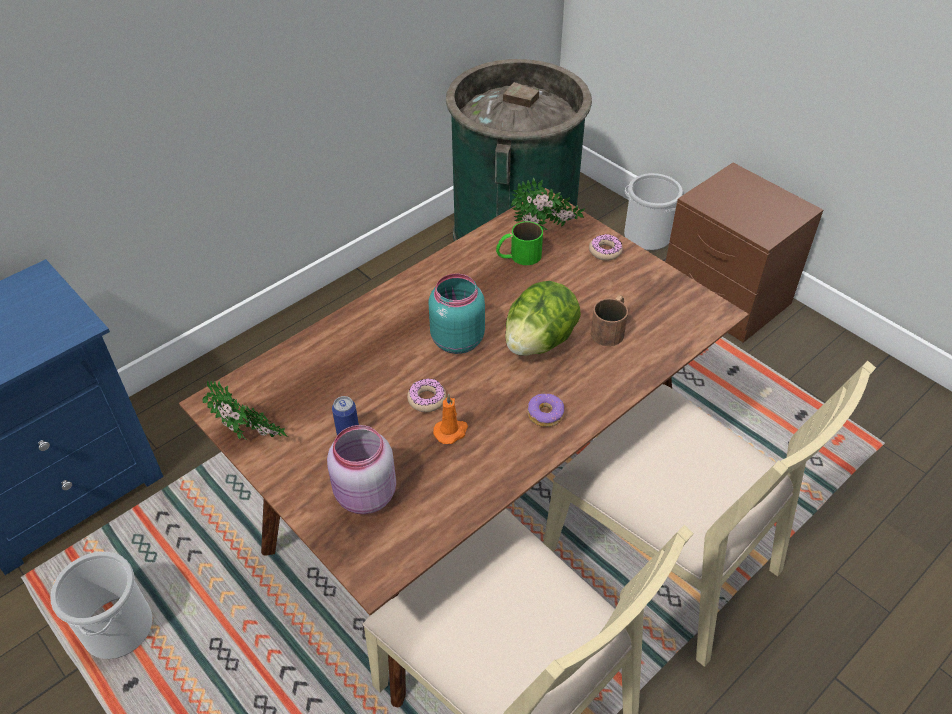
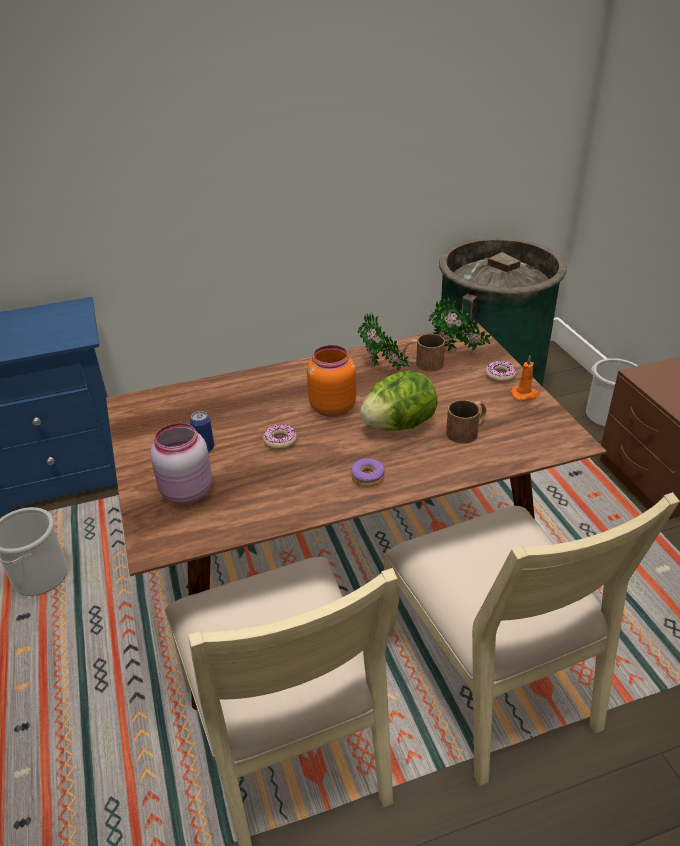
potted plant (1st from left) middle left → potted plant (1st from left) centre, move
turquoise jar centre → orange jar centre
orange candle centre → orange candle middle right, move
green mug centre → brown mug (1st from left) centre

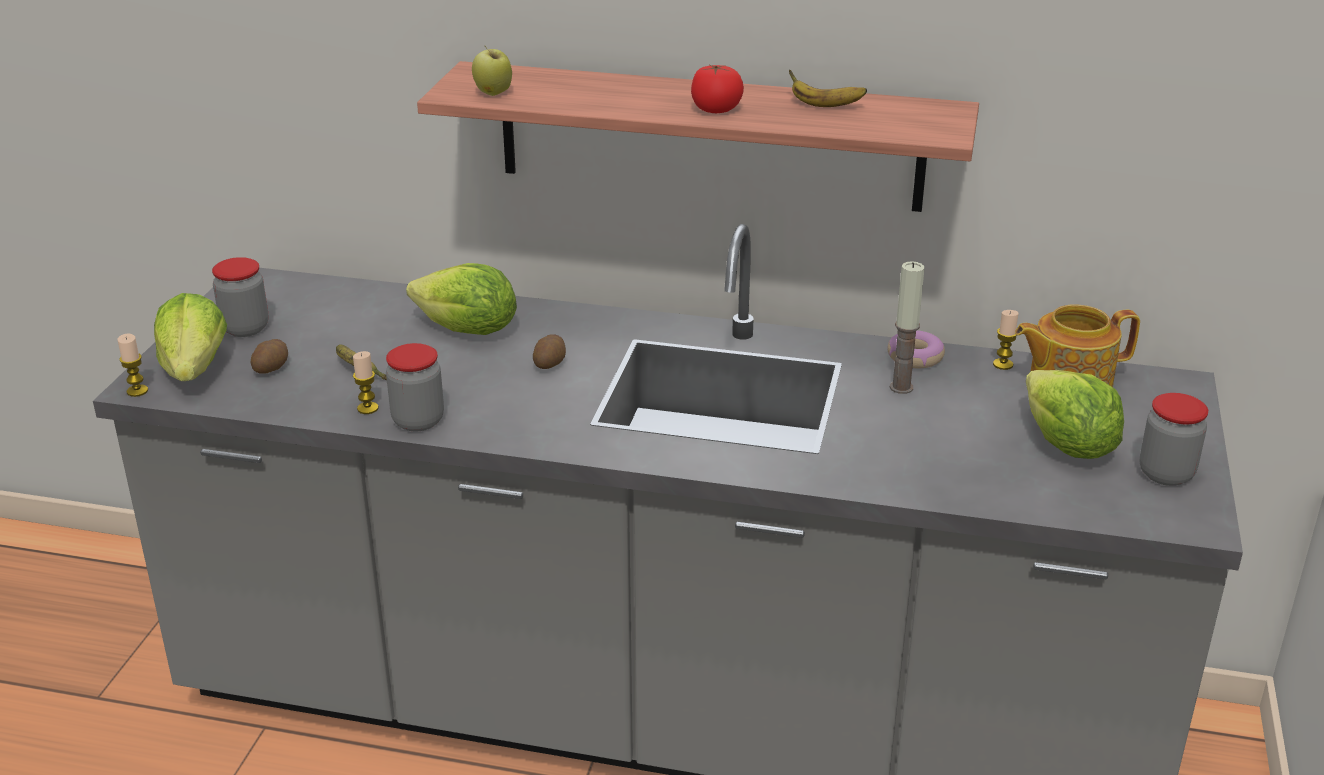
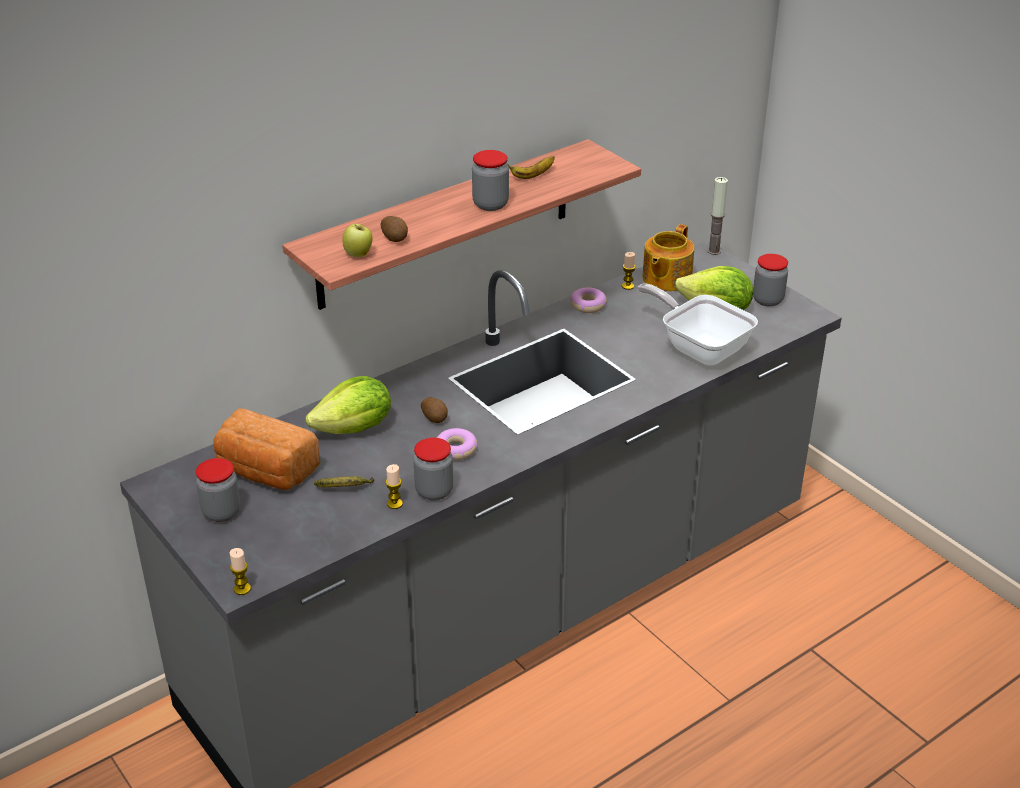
lettuce (1st from left) middle left → -
potato (1st from left) middle left → potato (1st from left) top centre, move
tomato top centre → jar (3rd from left) top centre
candle (3rd from left in the first image) middle right → candle (4th from left) top right, move
- → bread middle left
- → donut (1st from left) centre
- → frying pan middle right

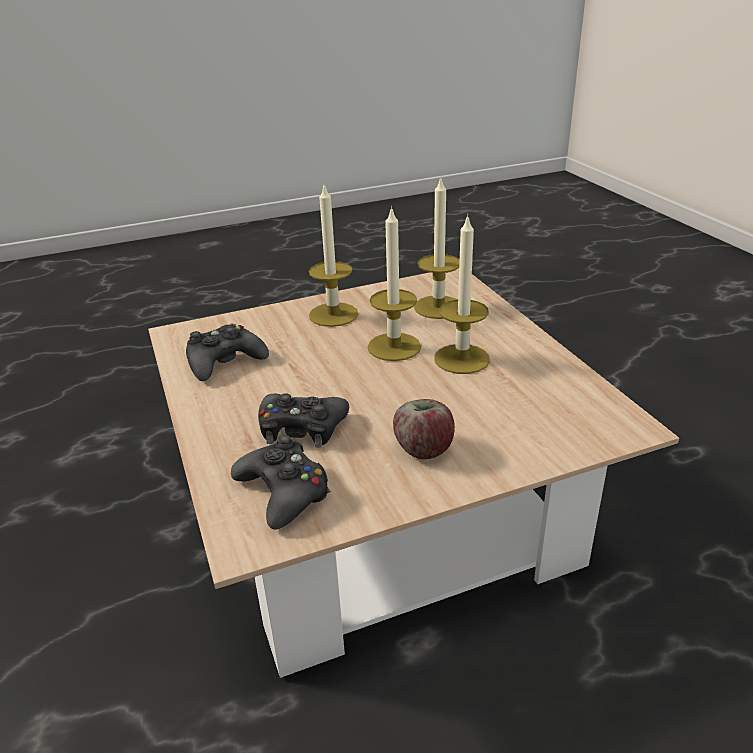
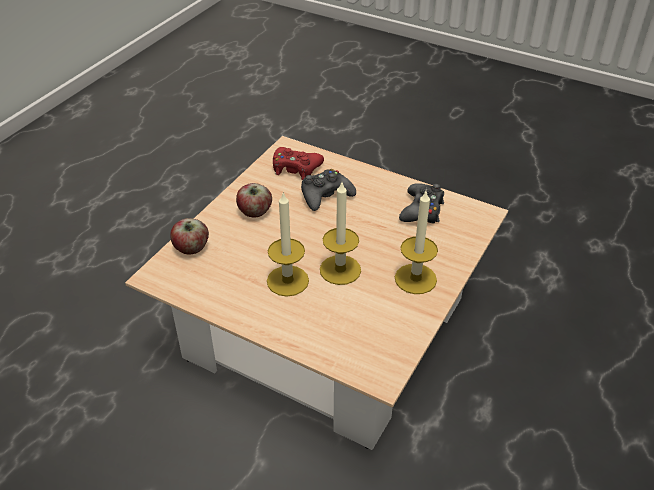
black game controller (2nd from left) centre → red game controller top centre
candle (3rd from left) top centre → -
- → apple (1st from left) middle left

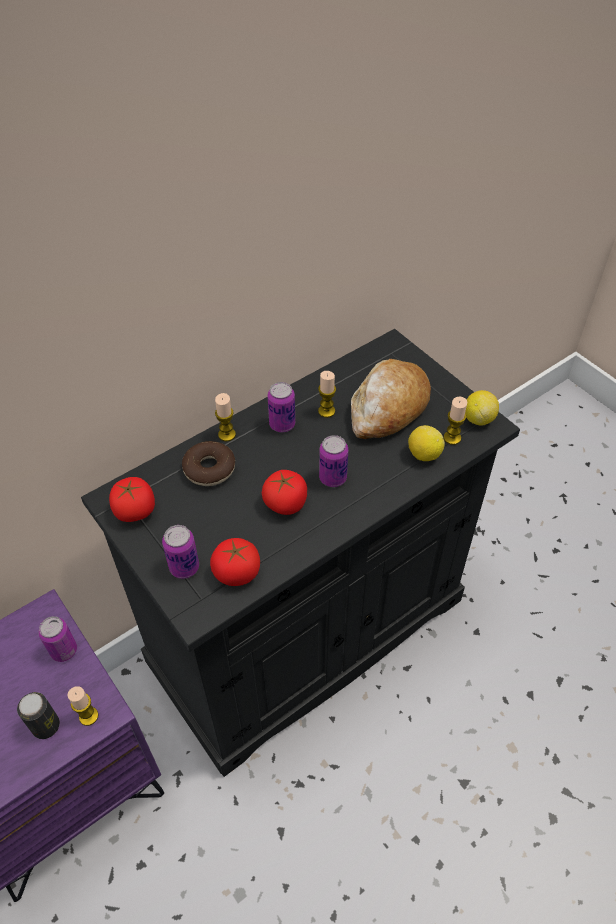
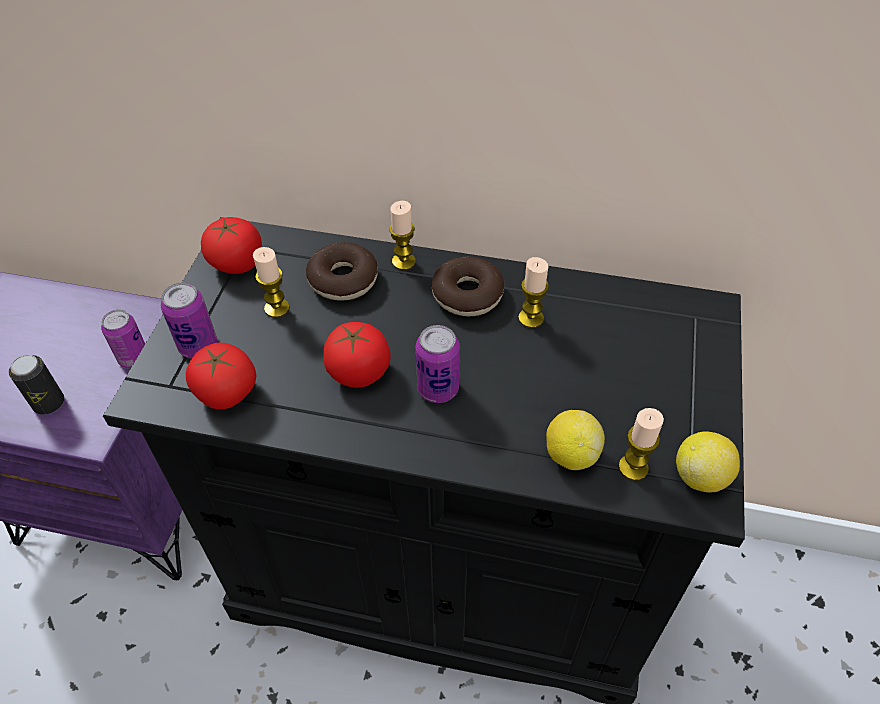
candle (1st from left) bottom left → candle (1st from left) middle left, move
can (4th from left) centre → donut (2nd from left) centre
bread centre → -

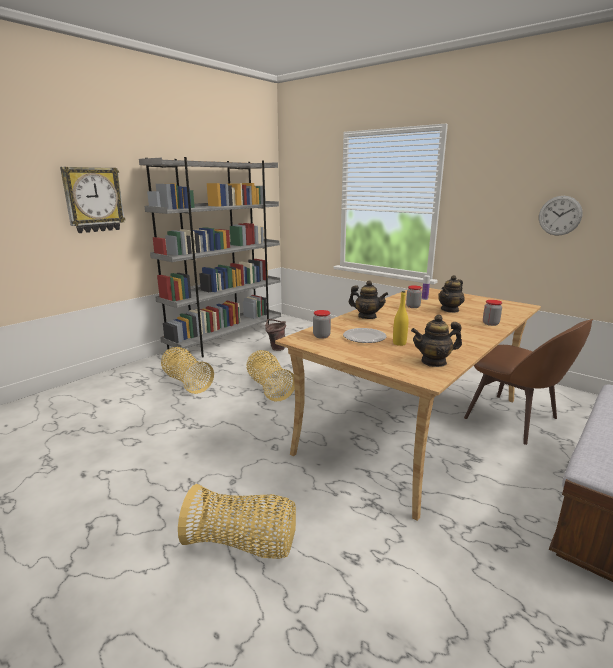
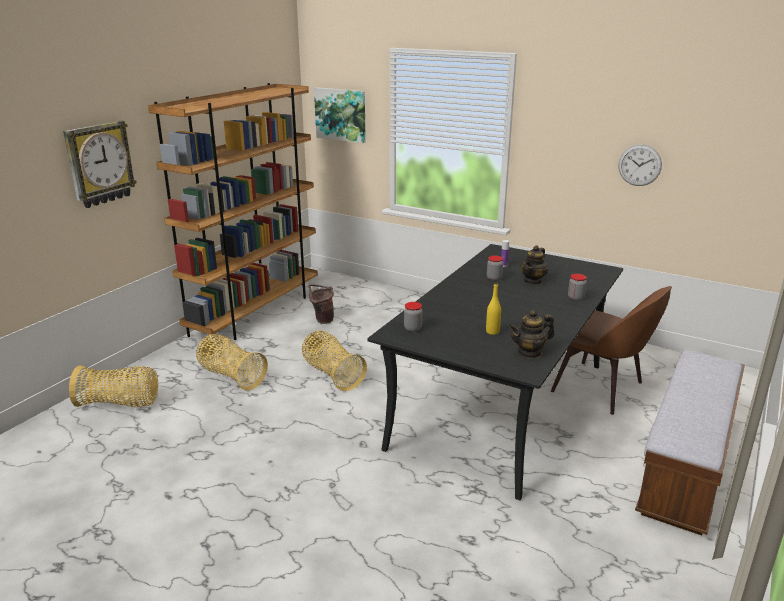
grey bookcase centre → brown bookcase middle left
basket (2nd from left in the first image) bottom centre → basket (1st from left) middle left, move
beige dining table centre → black dining table centre
plate centre → -
teapot (1st from left) centre → -
- → picture top centre

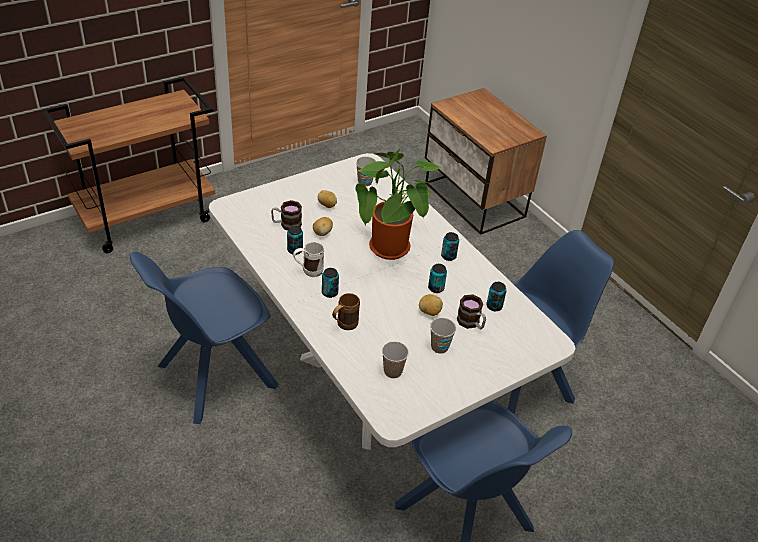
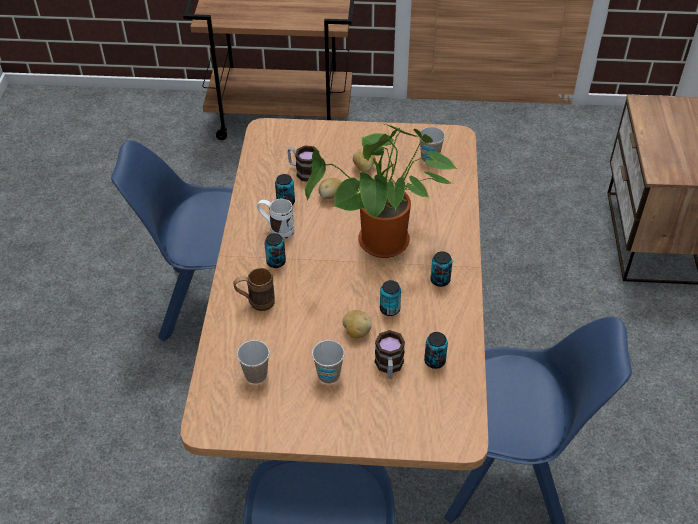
white dining table centre → brown dining table centre

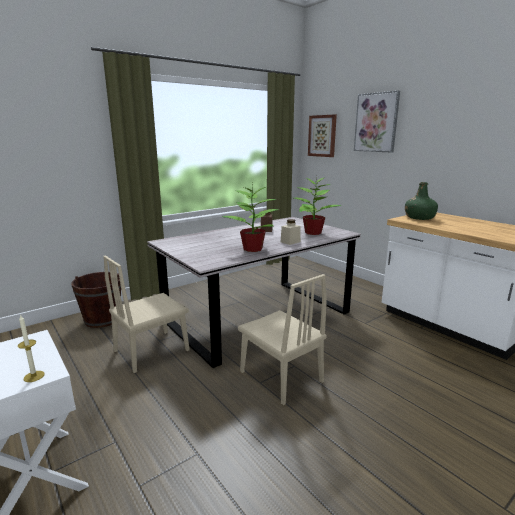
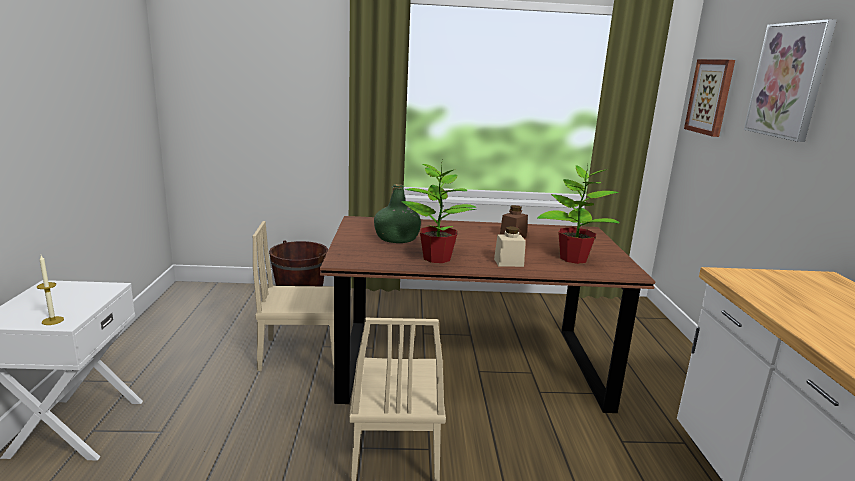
grey dining table centre → brown dining table centre
green bottle middle right → green bottle centre, move

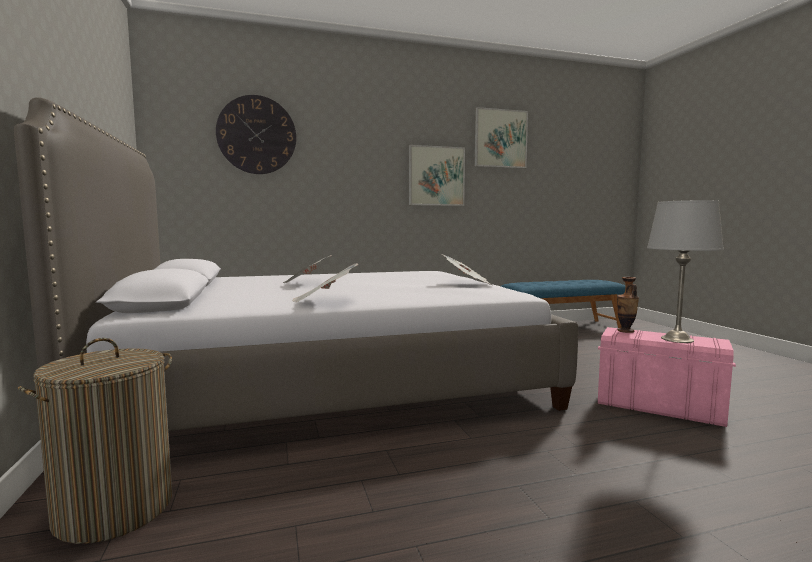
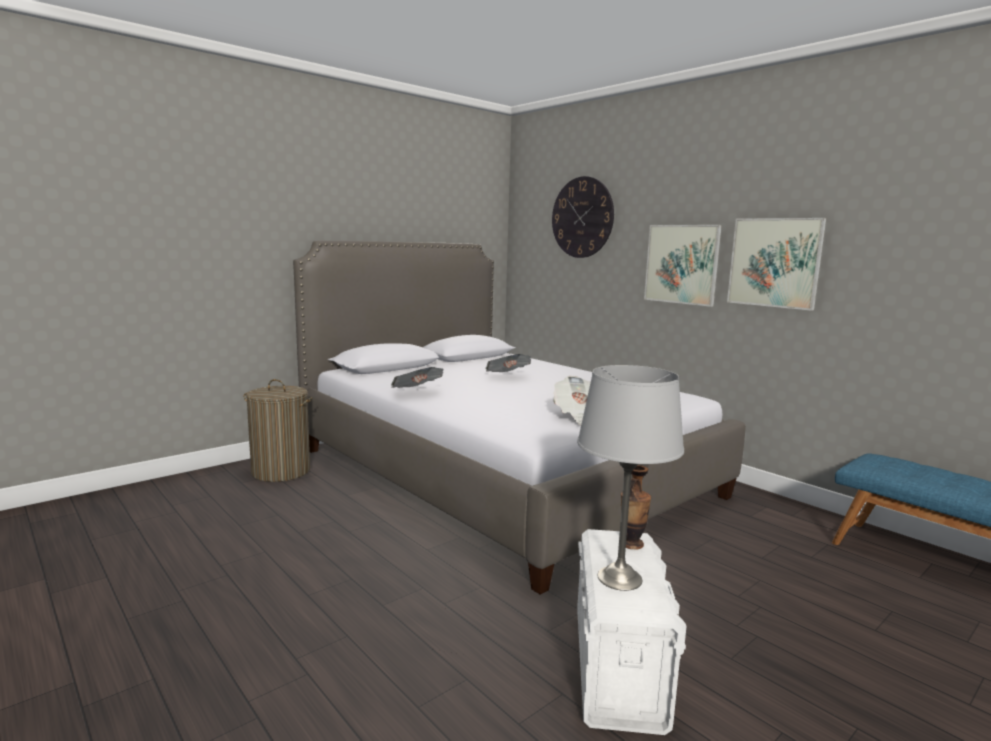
picture (2nd from left in the first image) top centre → picture (1st from left) middle right, move
pink storage box bottom right → white storage box bottom centre

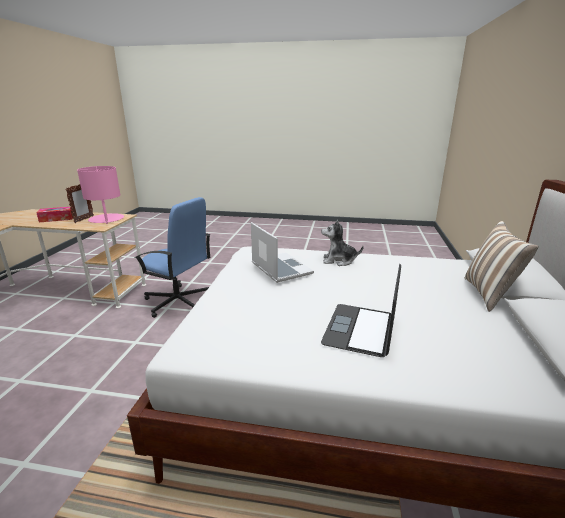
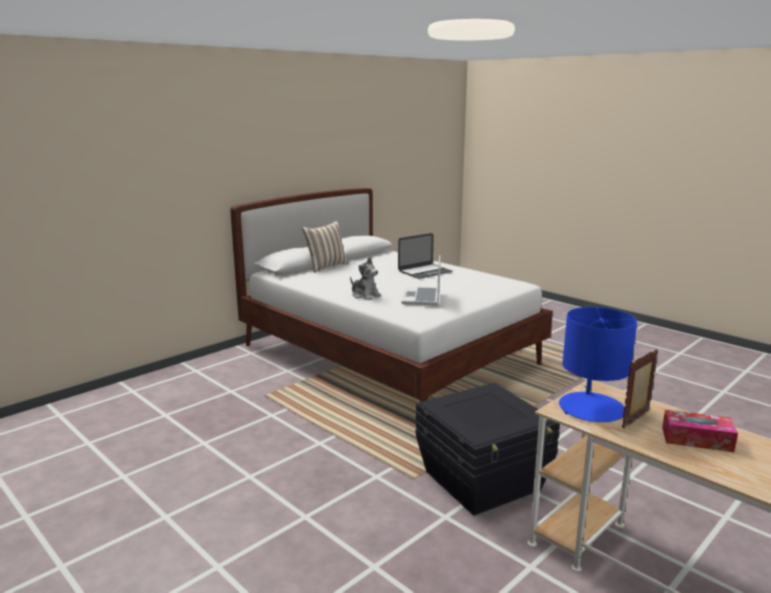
pink table lamp middle left → blue table lamp middle right
blue office chair middle left → black storage box bottom centre

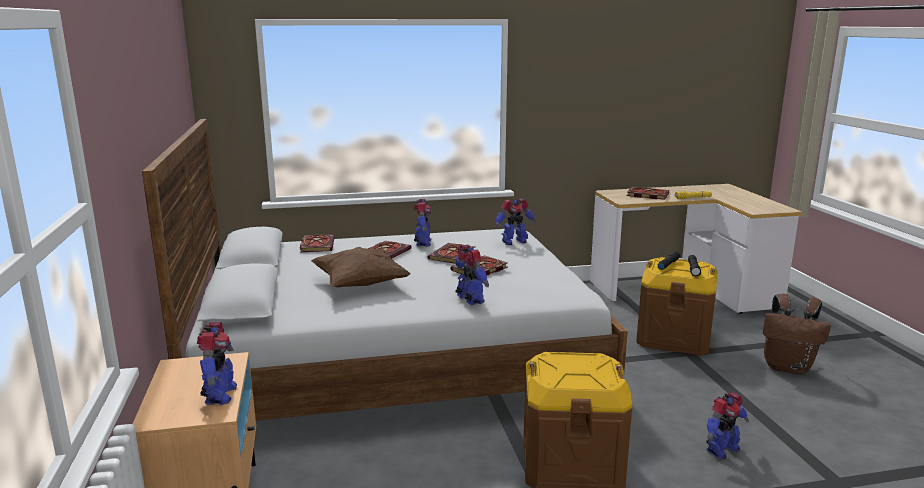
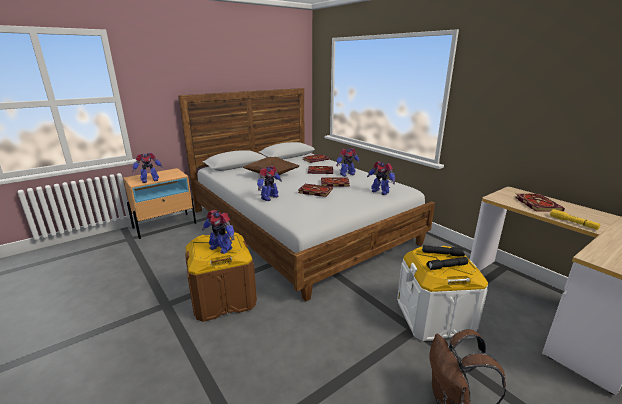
brown storage box (2nd from left) middle right → white storage box bottom right
toy robot (5th from left in the first image) bottom right → toy robot (2nd from left) centre, move

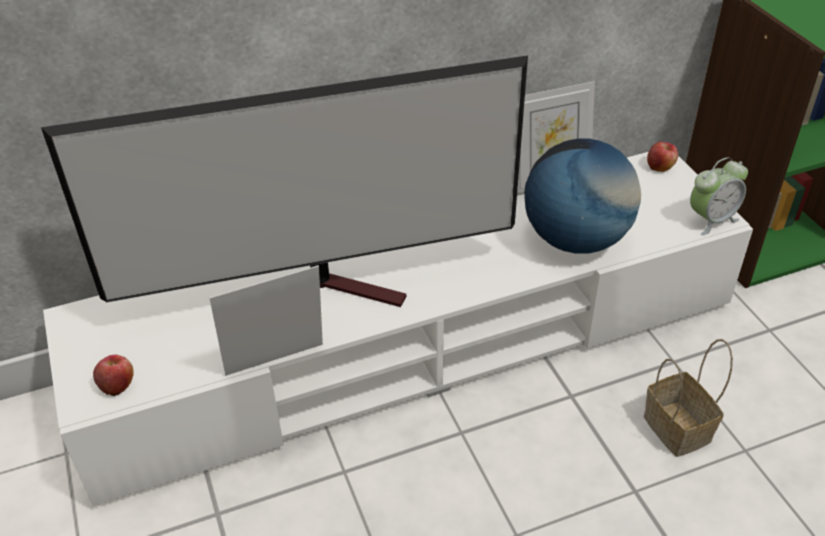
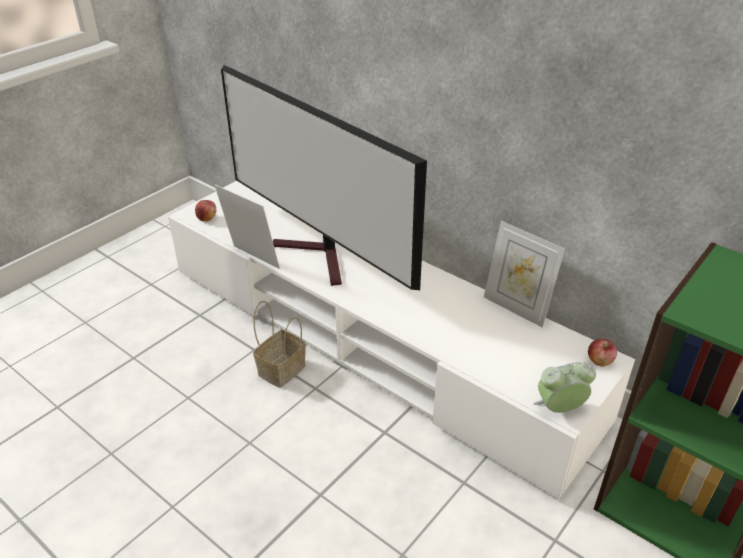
globe middle right → -
basket bottom right → basket centre, move
alarm clock middle right → alarm clock bottom right, 135 degrees clockwise

